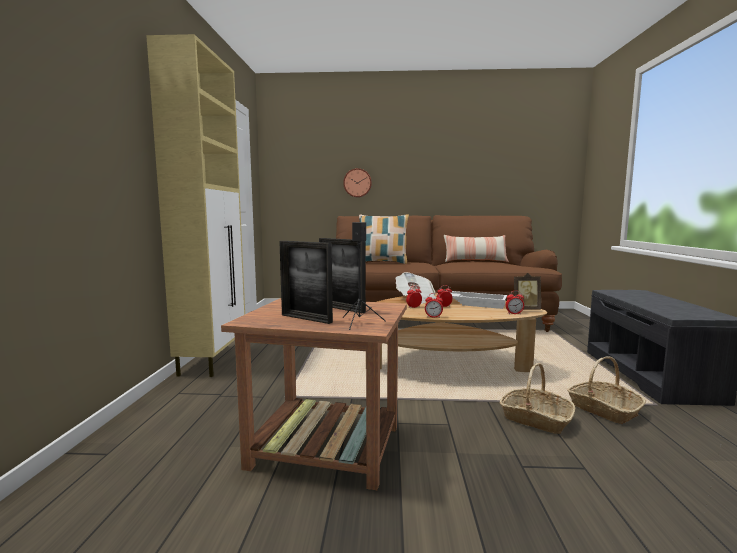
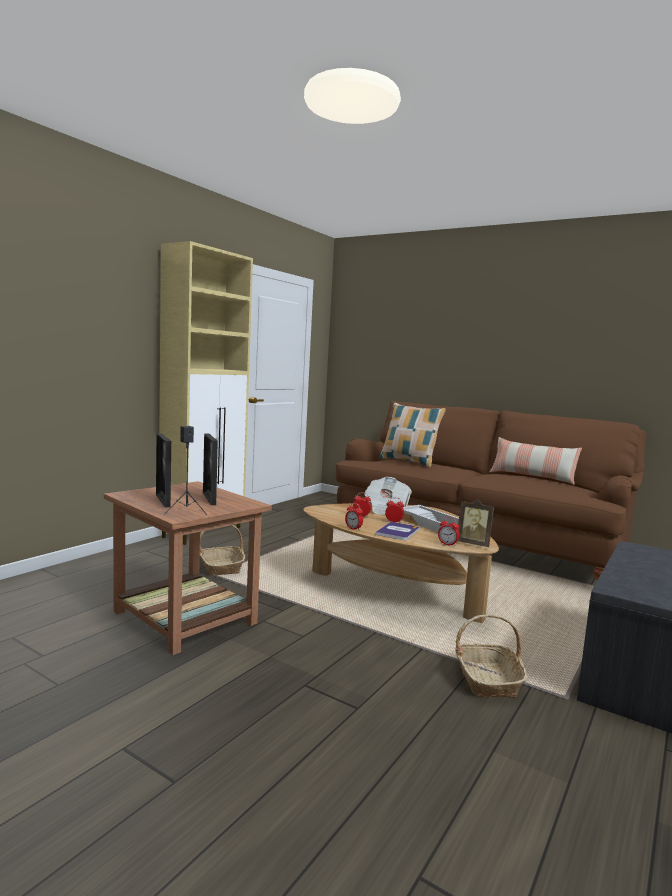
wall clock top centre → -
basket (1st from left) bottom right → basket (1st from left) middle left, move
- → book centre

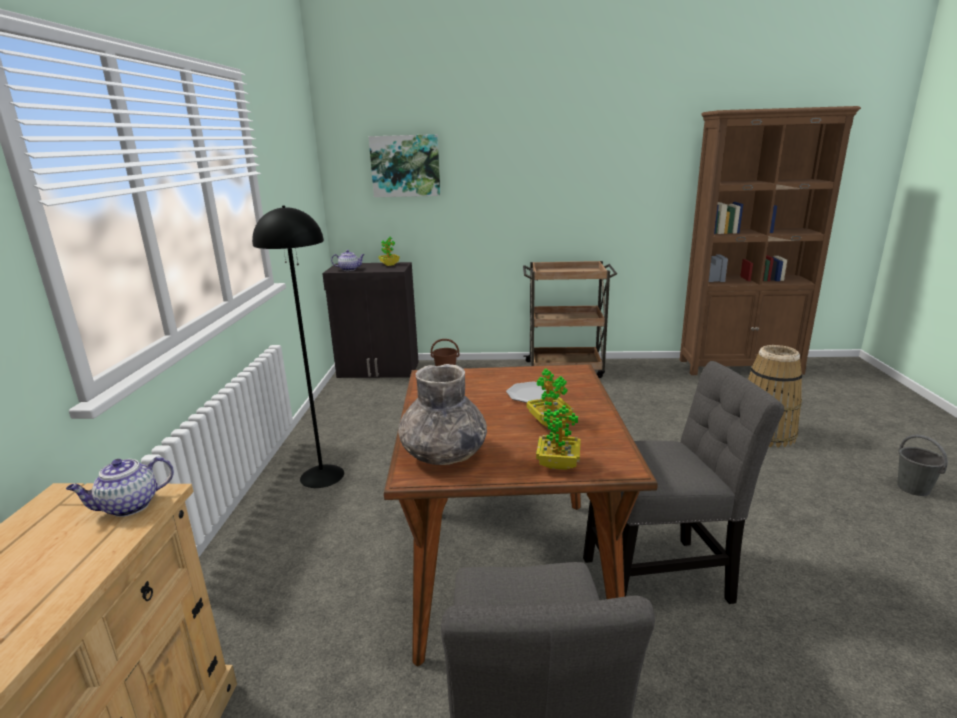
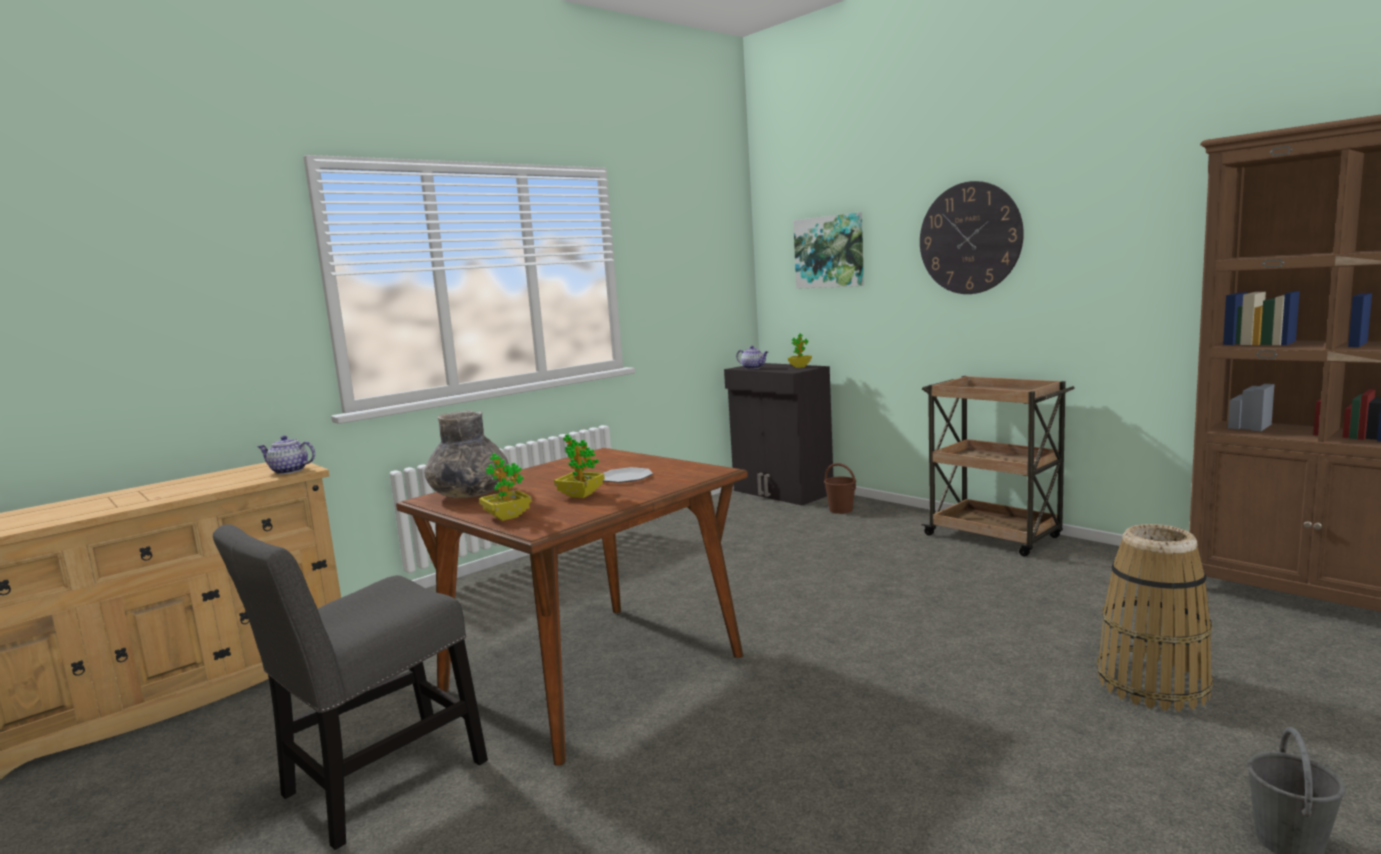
black floor lamp middle left → -
grey chair (2nd from left) bottom right → -
- → wall clock top right

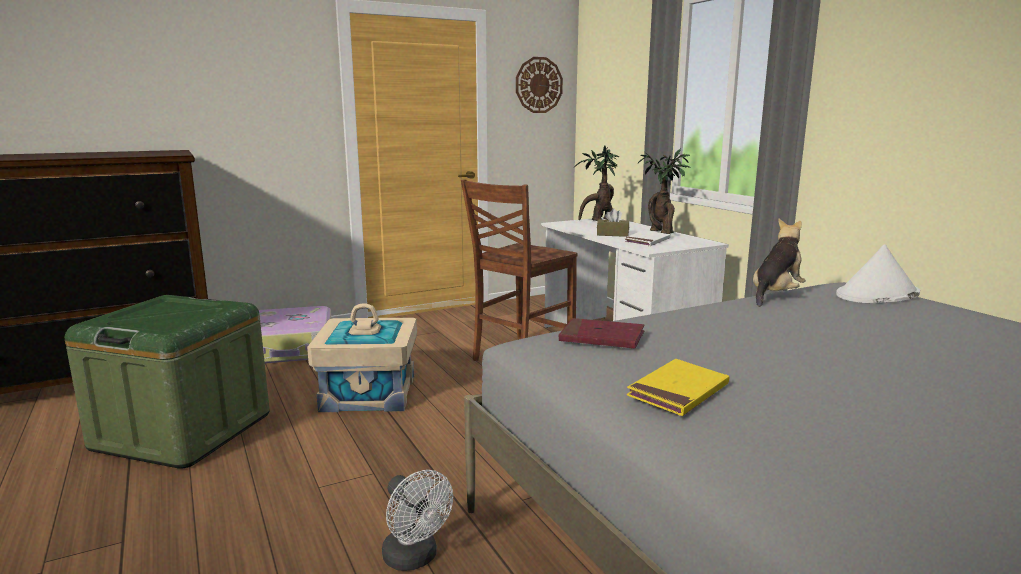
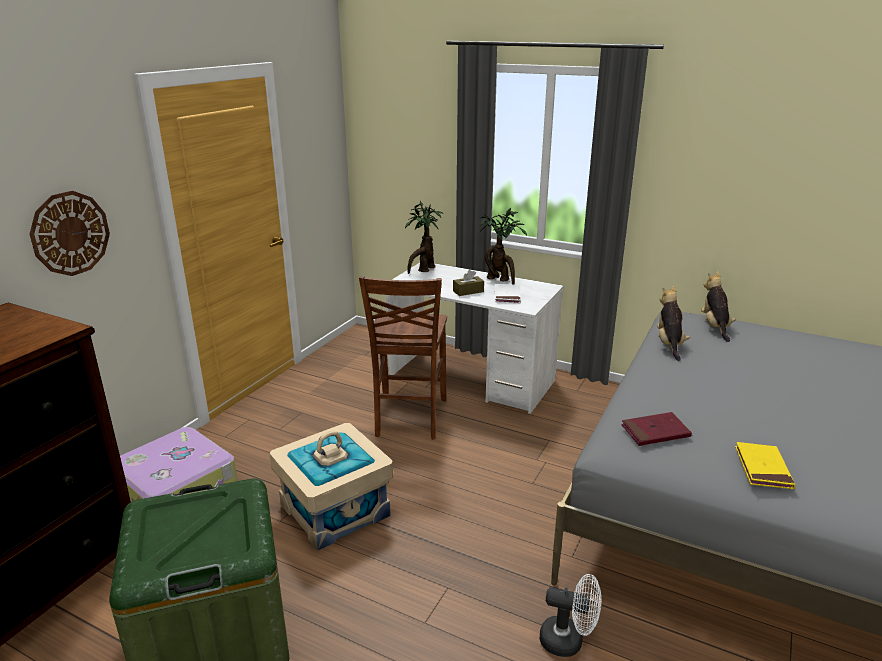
wall clock top centre → wall clock middle left, move
white hat middle right → plush toy (2nd from left) middle right

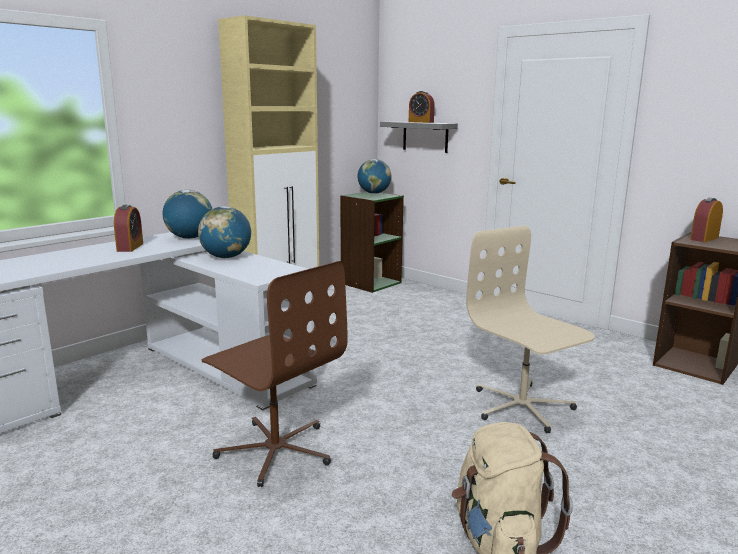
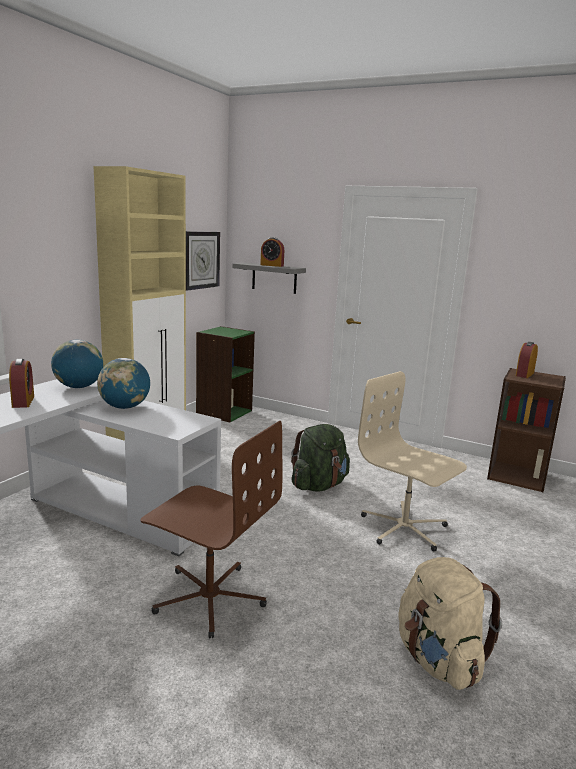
globe (3rd from left) top centre → -
- → wall clock centre
- → green backpack centre

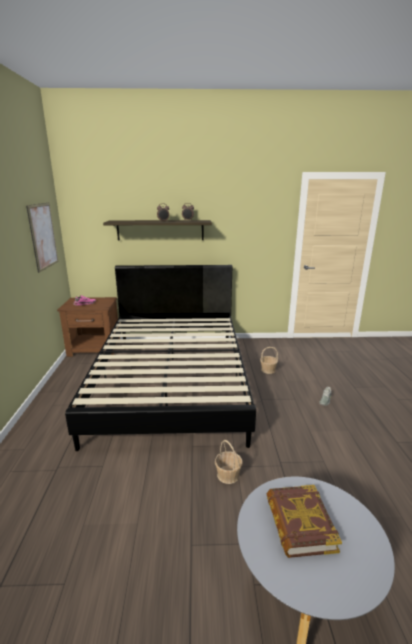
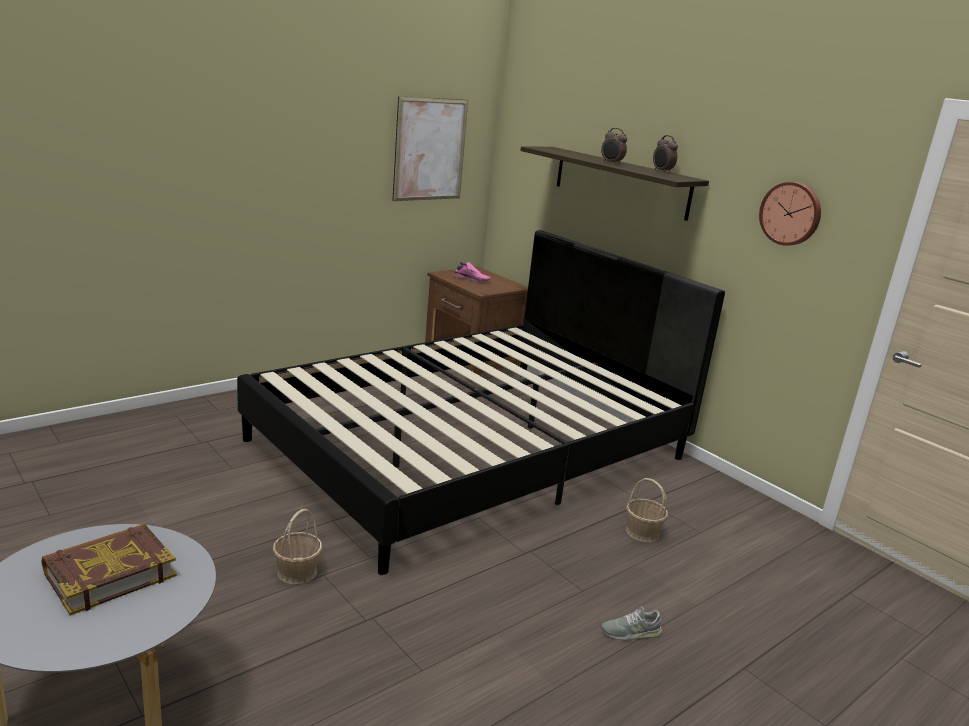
- → wall clock top right

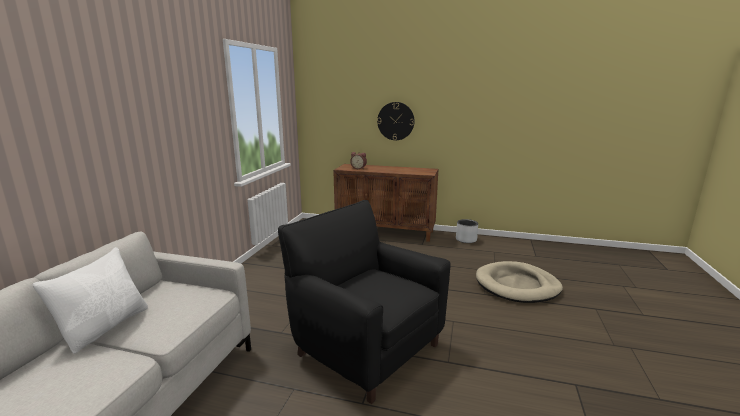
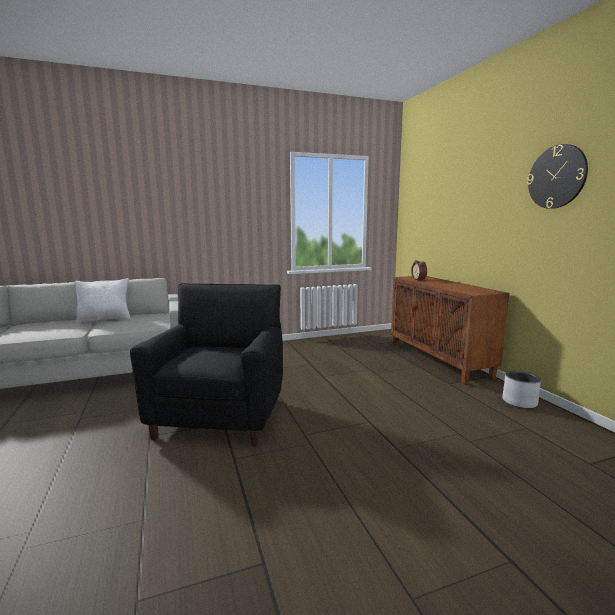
wall clock top centre → wall clock top right, move
beige dog bed bottom right → -

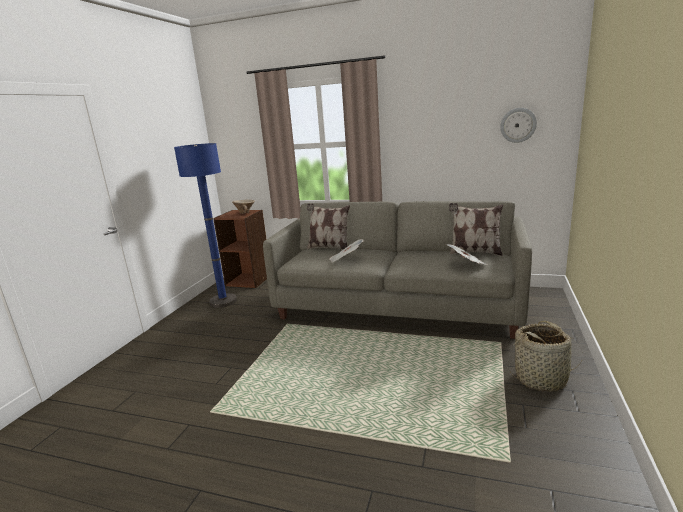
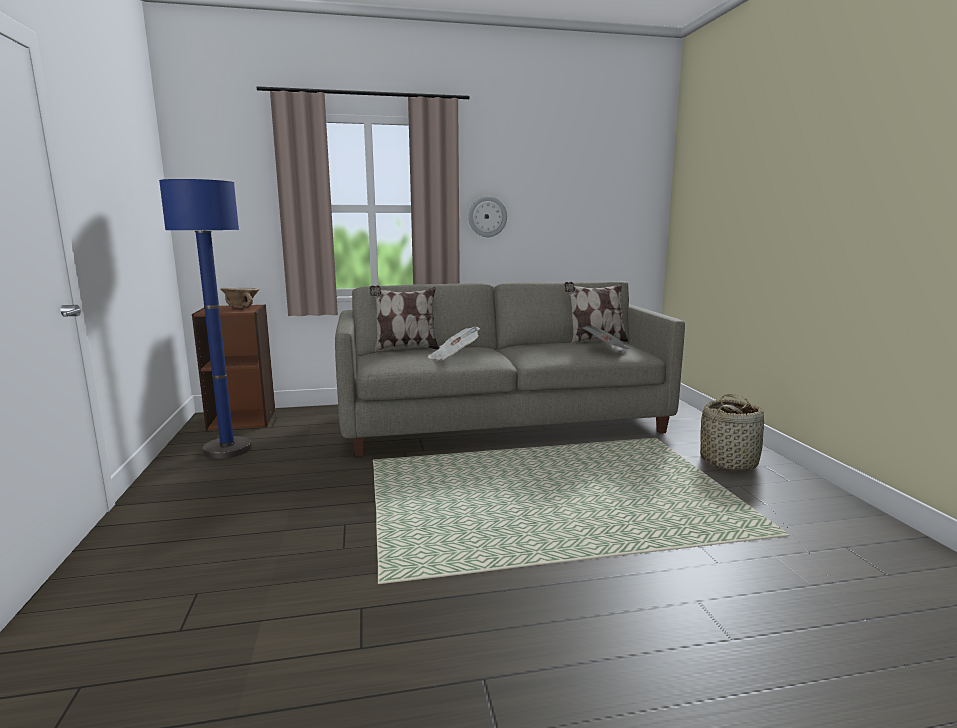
wall clock top right → wall clock top centre, move

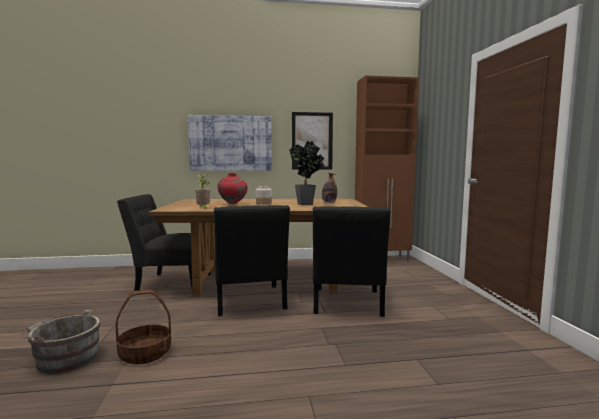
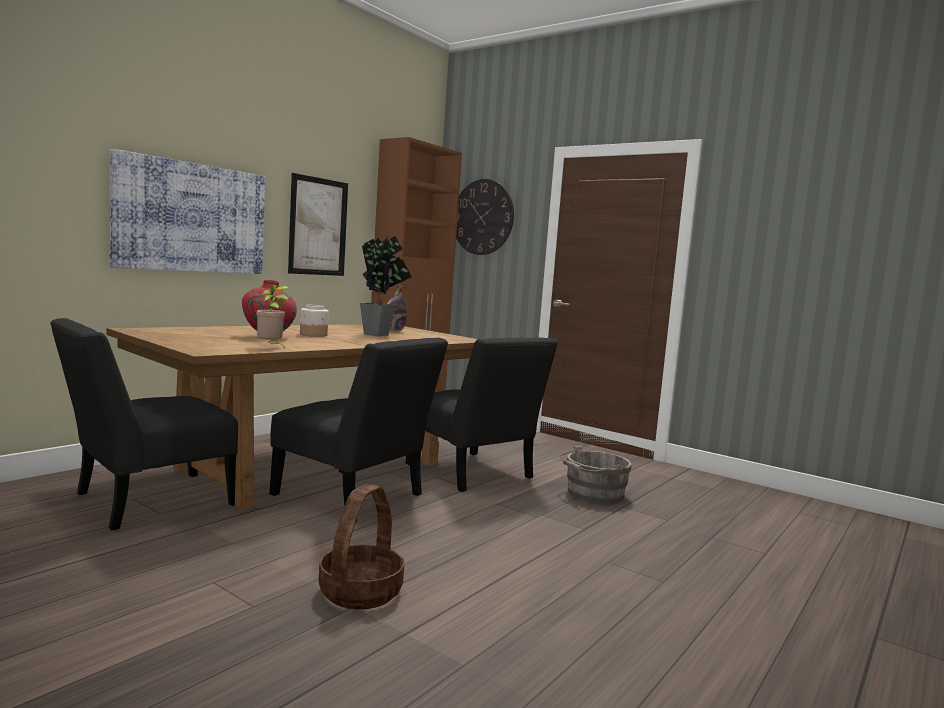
grey bucket bottom left → grey bucket bottom centre, move
- → wall clock top centre

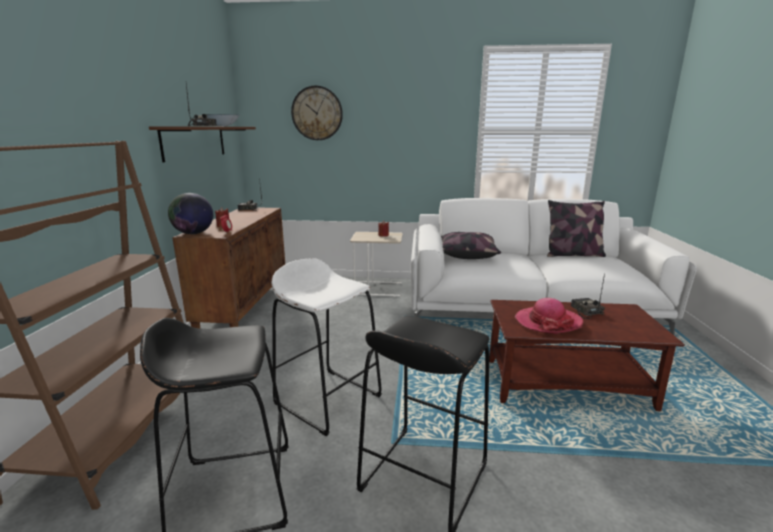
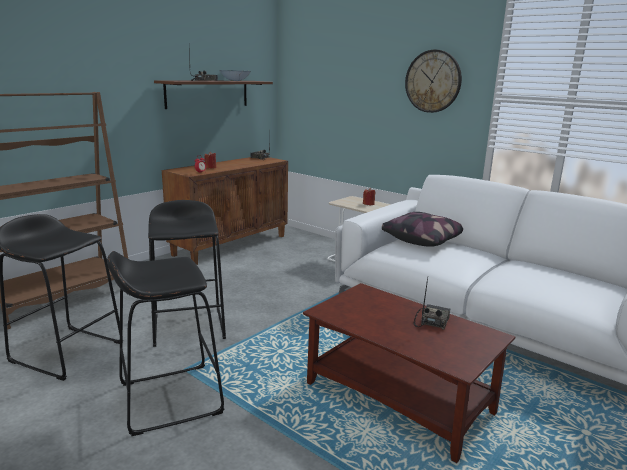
globe middle left → -
white stool centre → black stool (3rd from left) middle left
wall clock top centre → wall clock top right, move
hat middle right → -
pillow (2nd from left) middle right → -

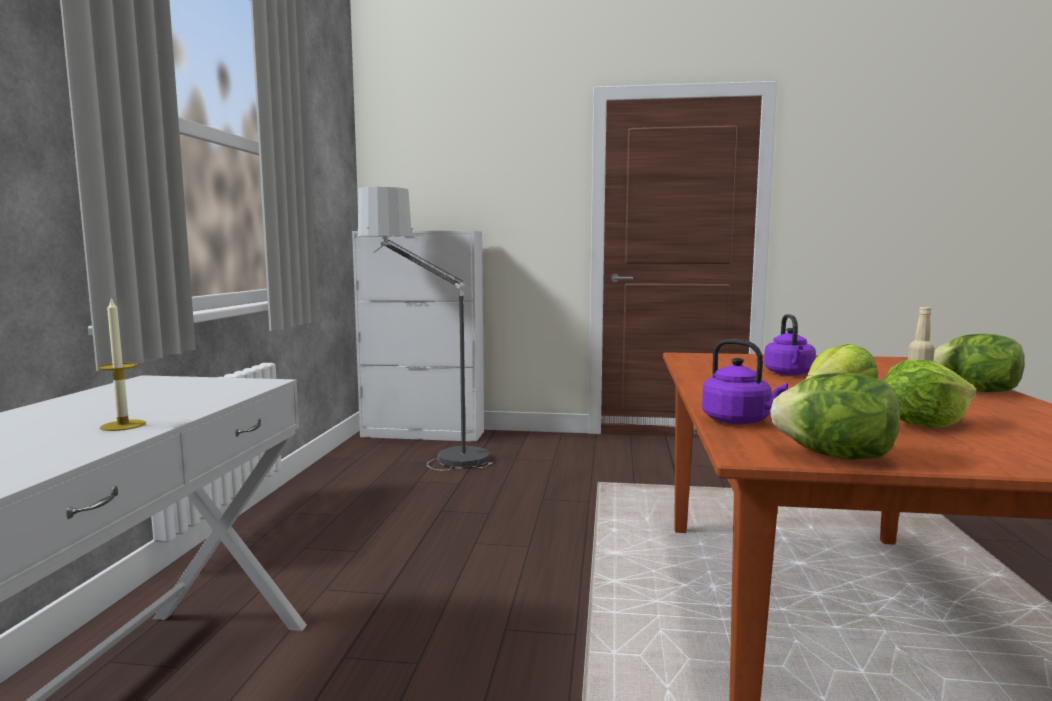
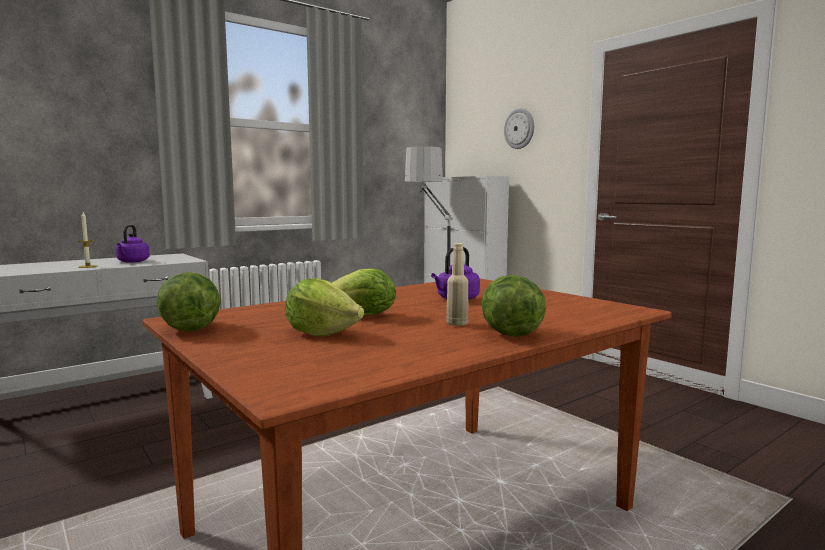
purple kettle (1st from left) middle right → purple kettle (1st from left) middle left, move
- → wall clock top centre

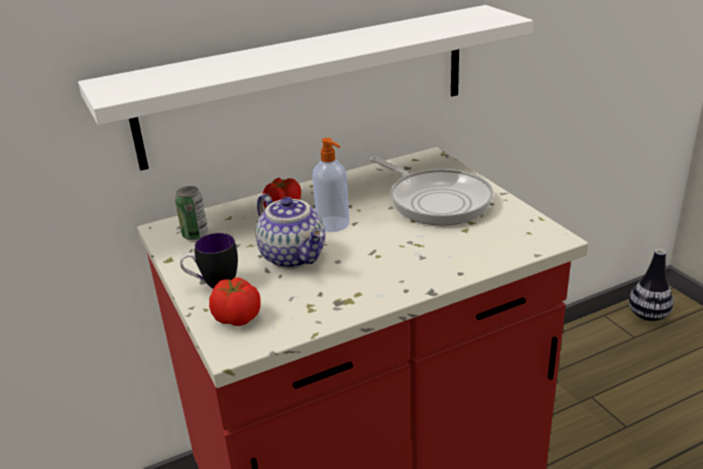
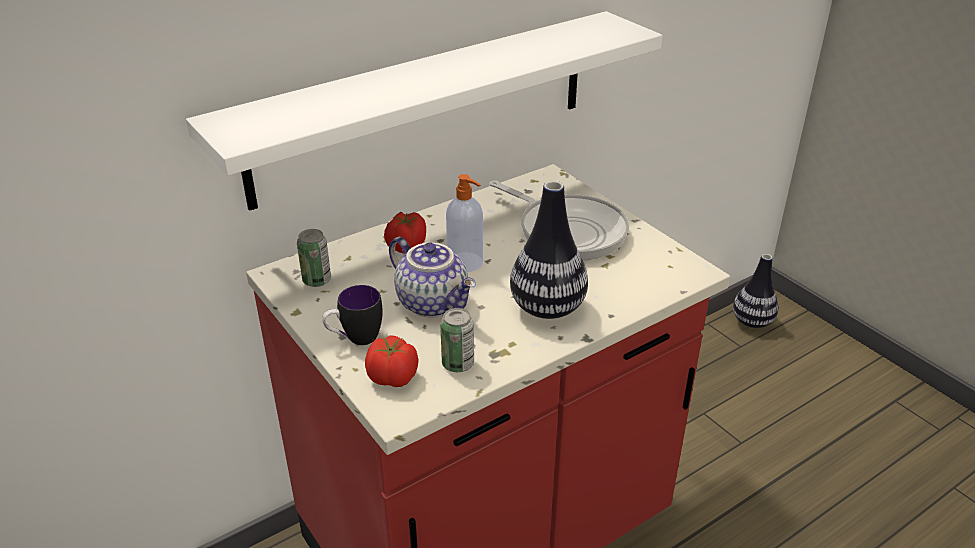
- → can (2nd from left) centre
- → vase (1st from left) centre

